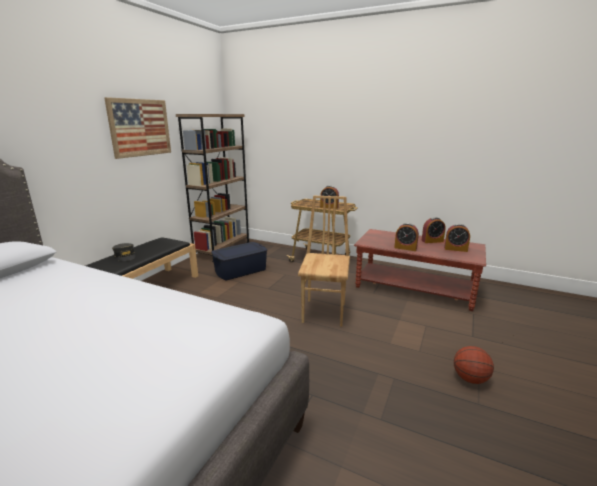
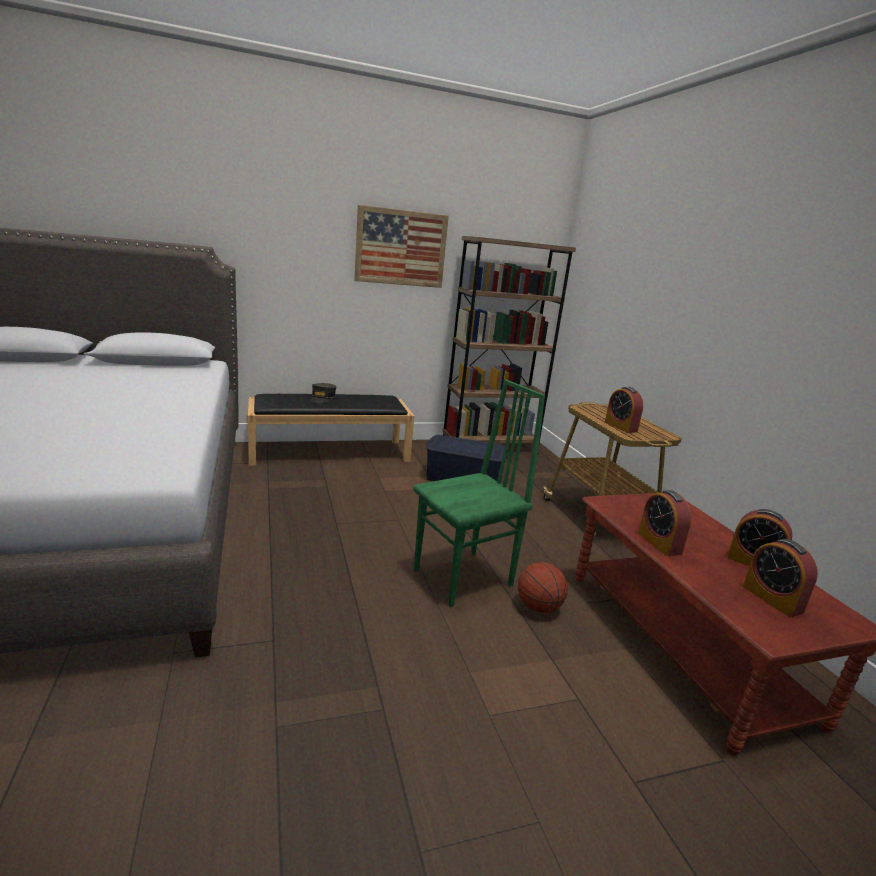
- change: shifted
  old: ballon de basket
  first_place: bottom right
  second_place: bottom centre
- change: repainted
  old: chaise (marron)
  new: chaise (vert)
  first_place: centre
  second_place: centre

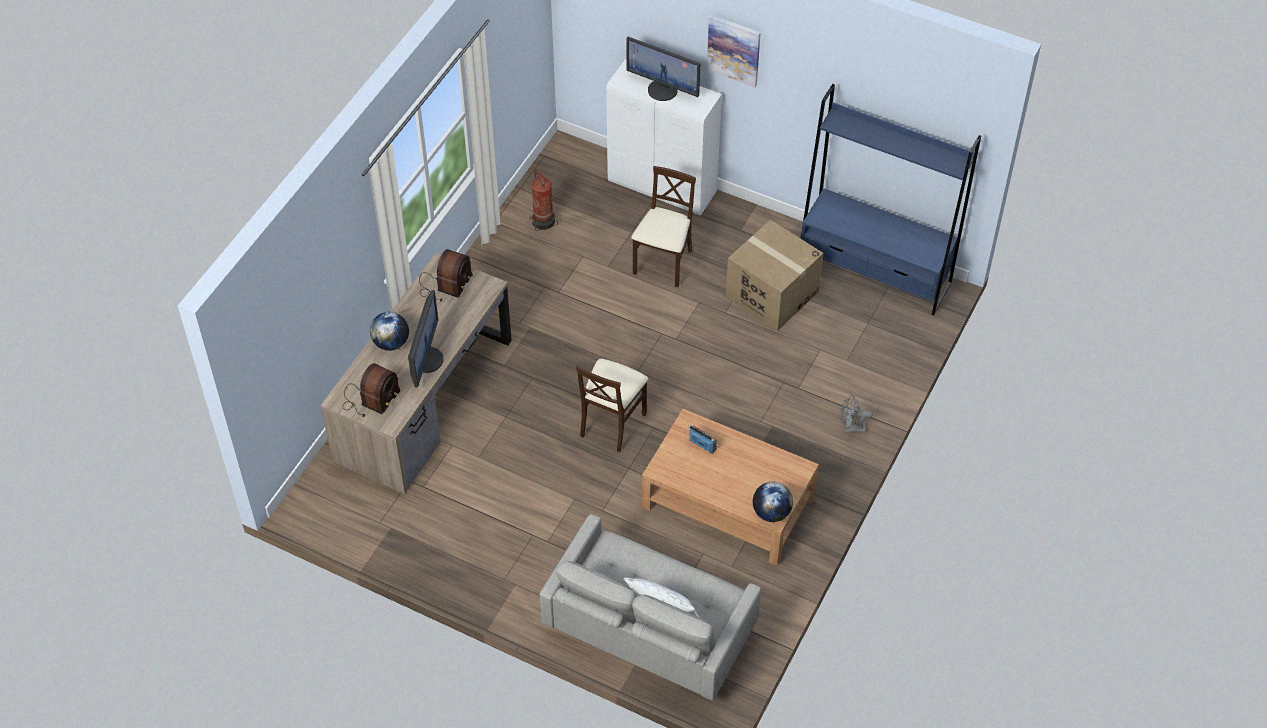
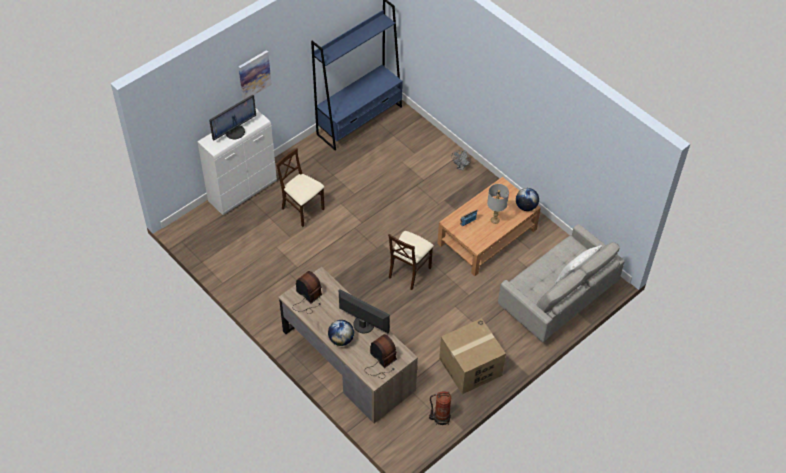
- change: new
  new: lampe de table (gris)
  second_place: centre
- change: shifted
  old: extincteur
  first_place: top centre
  second_place: bottom centre
- change: shifted
  old: carton
  first_place: centre
  second_place: bottom centre
- change: rotated
  old: chaise (beige) (no. 1 from left in the first image)
  first_place: centre
  second_place: centre
  degrees: 75

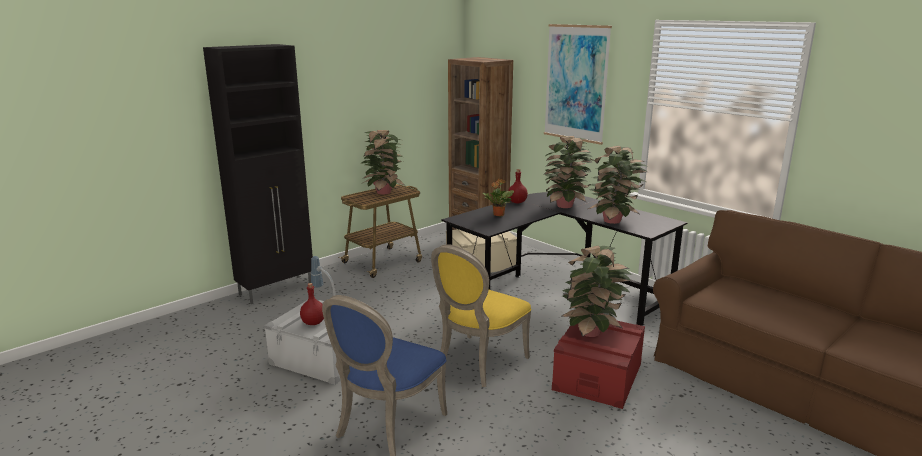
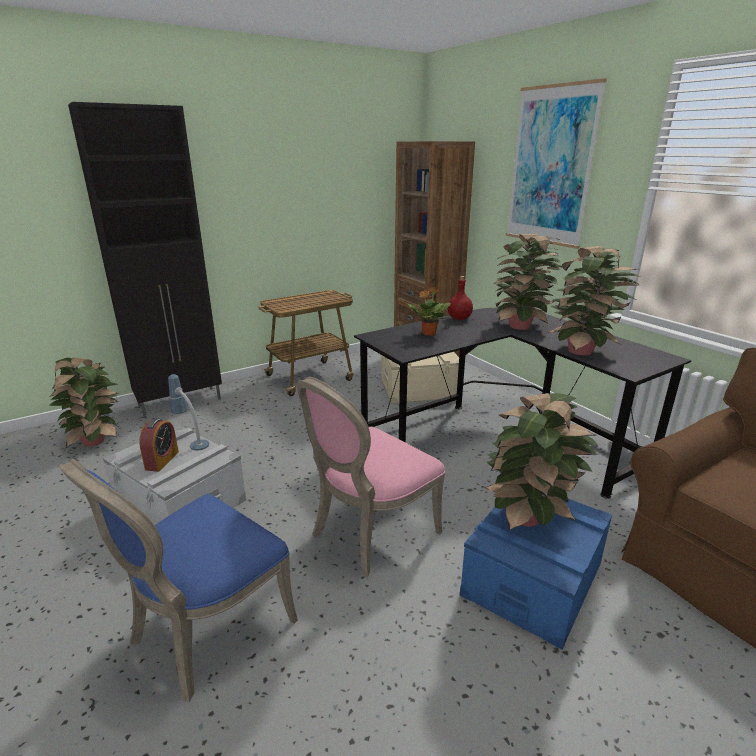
- change: shifted
  old: plante en pot (no. 1 from left)
  first_place: centre
  second_place: middle left
- change: swapped
  old: bouteille (rouge) (no. 1 from left)
  new: réveil
  first_place: bottom centre
  second_place: middle left
- change: repainted
  old: chaise (jaune)
  new: chaise (rose)
  first_place: bottom centre
  second_place: centre
- change: repainted
  old: boîte de rangement (rouge)
  new: boîte de rangement (bleu)
  first_place: bottom centre
  second_place: bottom right

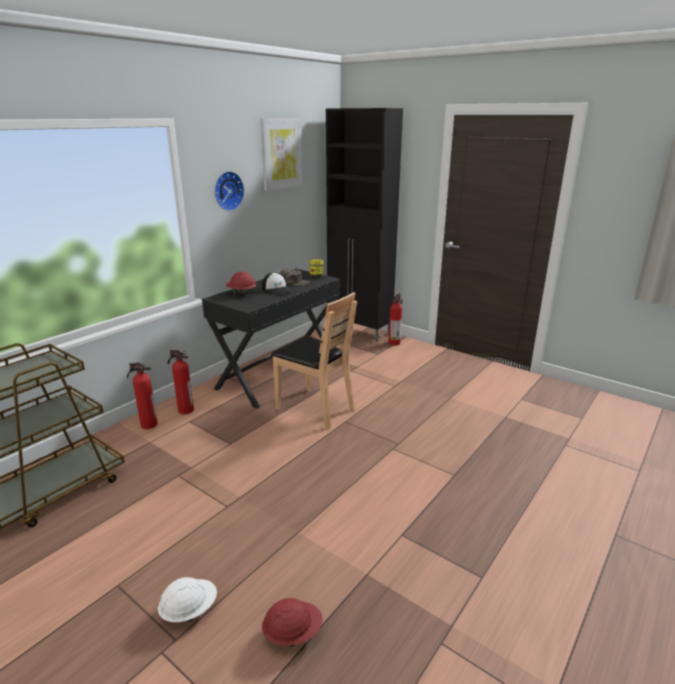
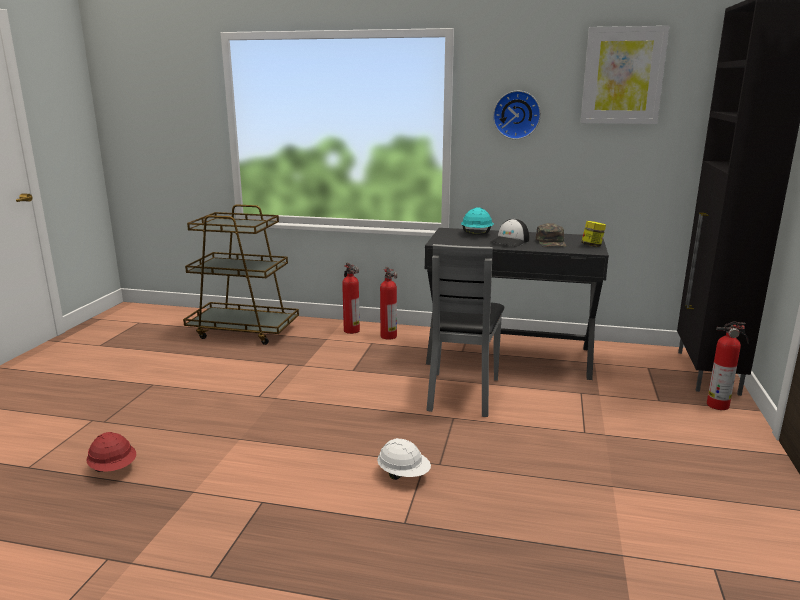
- change: shifted
  old: casque de chantier (blanc)
  first_place: bottom left
  second_place: bottom centre
- change: repainted
  old: casque de chantier (rouge) (no. 1 from left)
  new: casque de chantier (turquoise)
  first_place: centre
  second_place: centre
- change: repainted
  old: chaise (marron)
  new: chaise (gris)
  first_place: centre
  second_place: centre

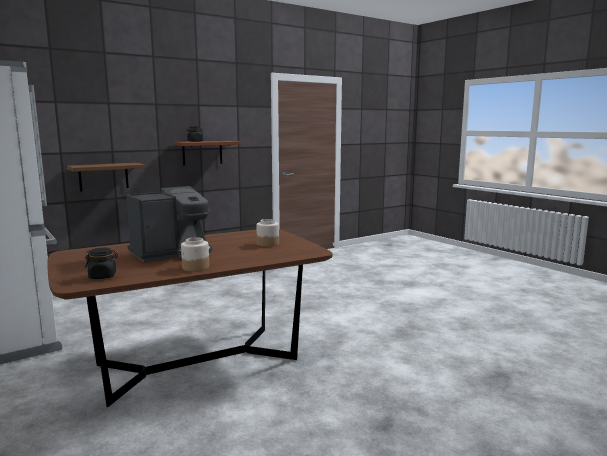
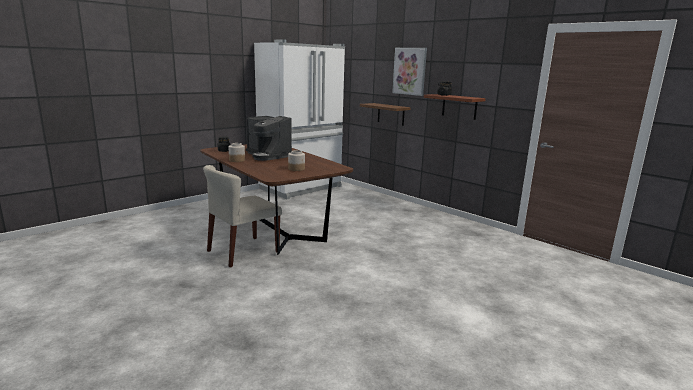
- change: new
  new: chaise (beige)
  second_place: centre
- change: new
  new: tableau
  second_place: top centre

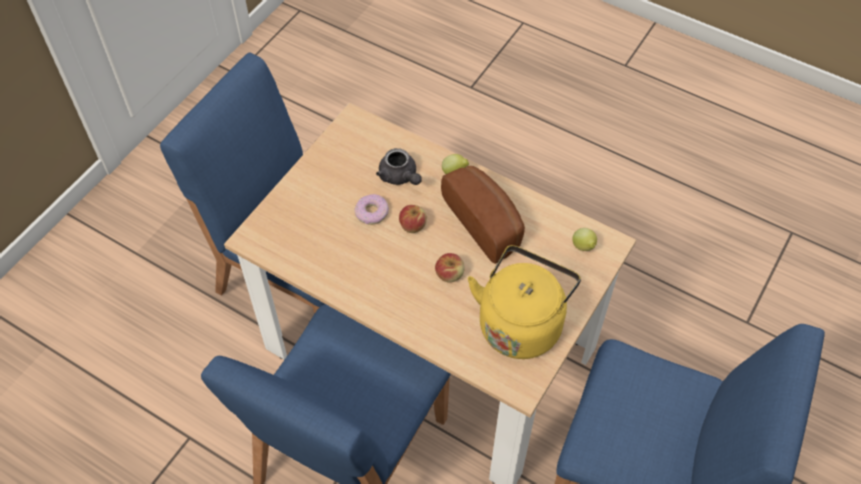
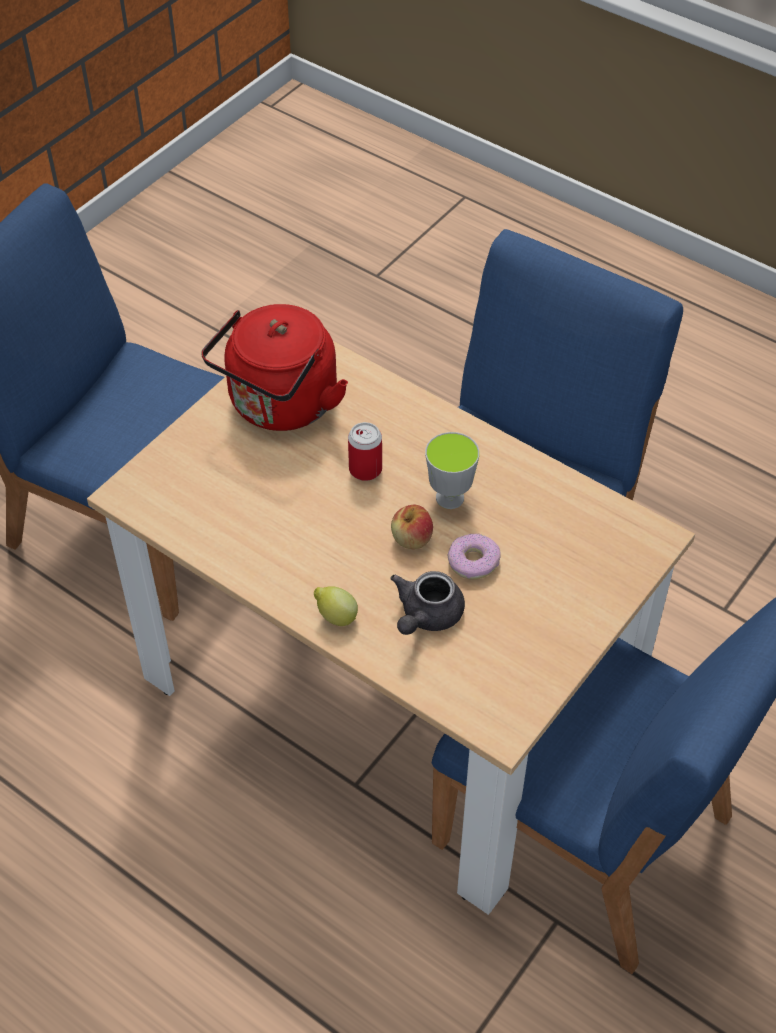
- change: gone
  old: pain
  first_place: centre
- change: gone
  old: citron (no. 2 from left)
  first_place: middle right
- change: new
  new: tasse
  second_place: centre
- change: swapped
  old: pomme (no. 2 from left)
  new: boîte métallique
  first_place: centre
  second_place: centre
- change: repainted
  old: bouilloire (jaune)
  new: bouilloire (rouge)
  first_place: centre
  second_place: centre
- change: rotated
  old: théière (gris)
  first_place: centre
  second_place: centre
  degrees: -120

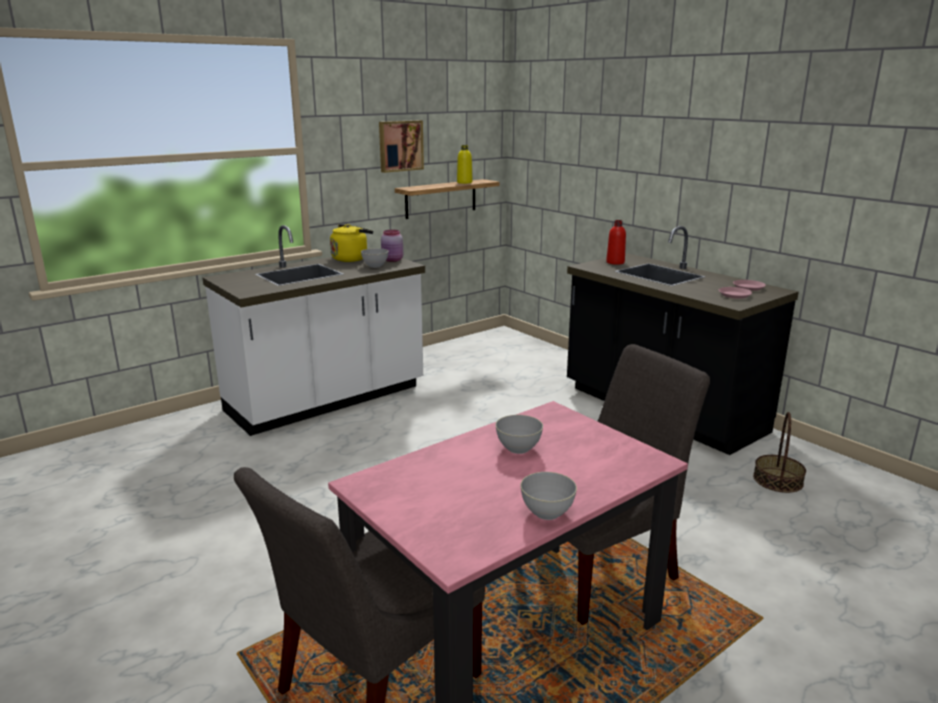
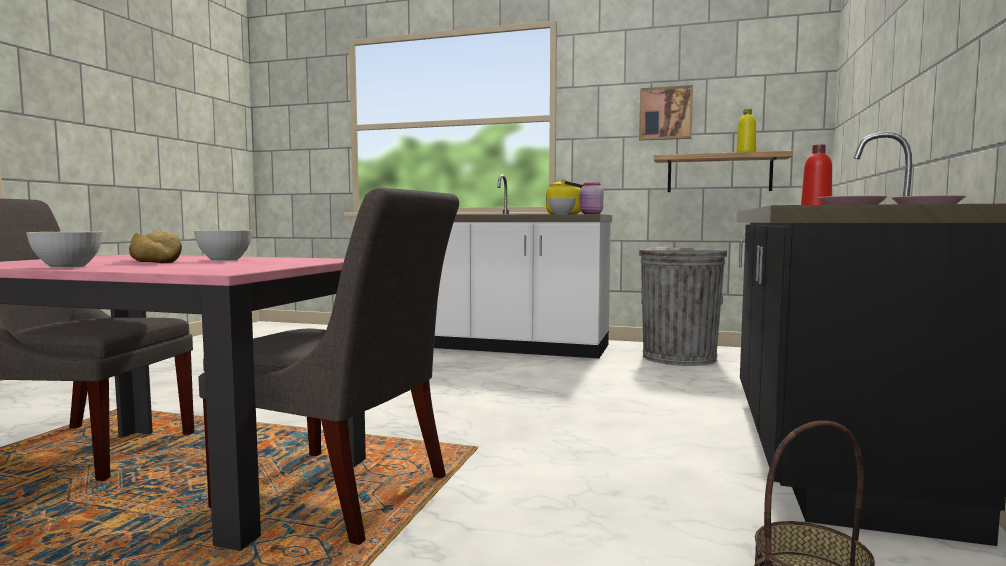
- change: new
  new: pain
  second_place: middle left
- change: new
  new: poubelle (gris)
  second_place: middle right

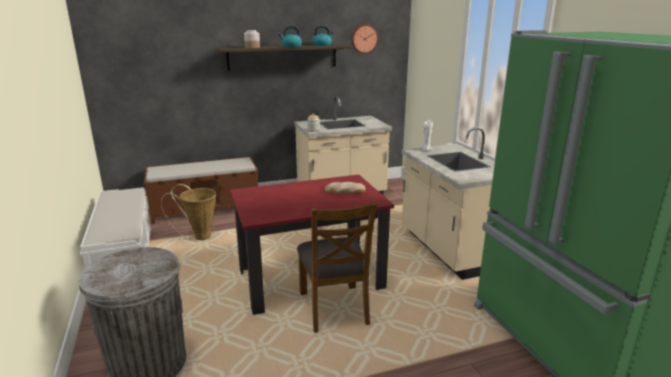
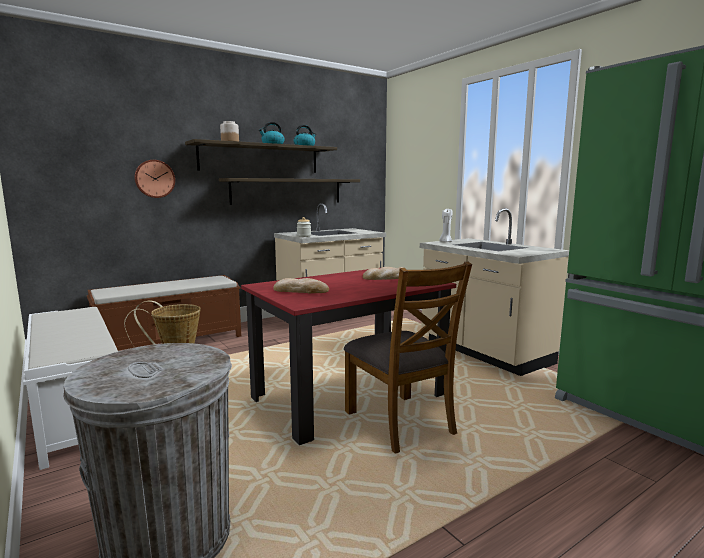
- change: new
  new: étagère (no. 2 from left)
  second_place: centre
- change: new
  new: pain (no. 1 from left)
  second_place: centre
- change: shifted
  old: horloge murale
  first_place: top centre
  second_place: top left

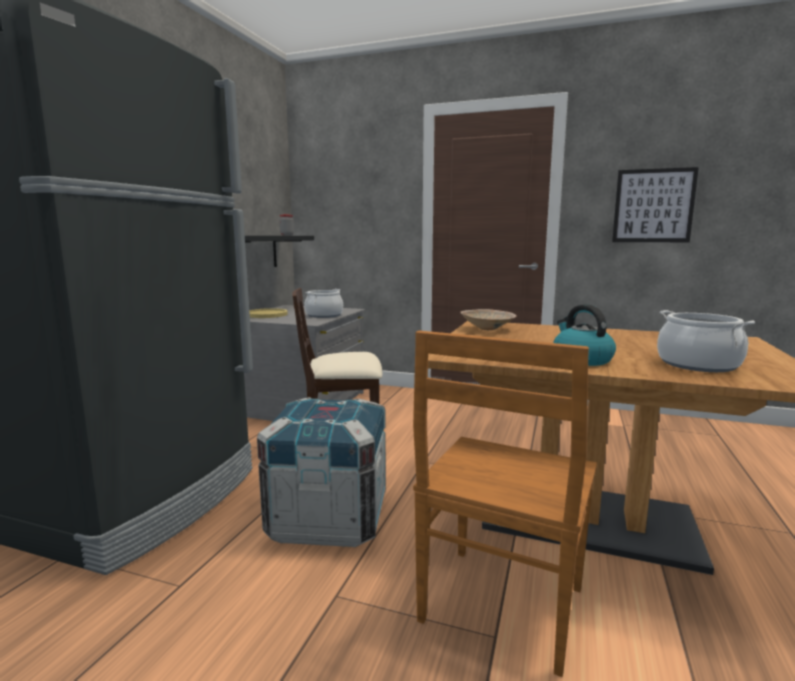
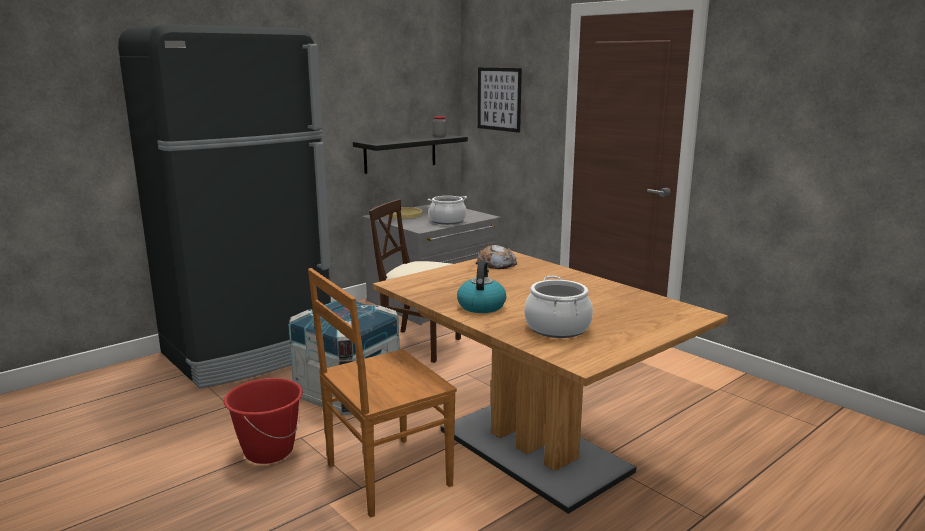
- change: new
  new: seau (rouge)
  second_place: bottom left
- change: shifted
  old: tableau
  first_place: top right
  second_place: top centre
- change: swapped
  old: bol (beige)
  new: pain
  first_place: centre
  second_place: centre

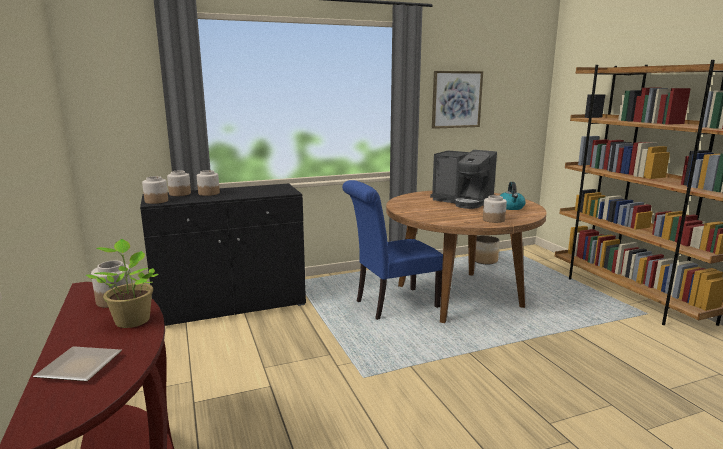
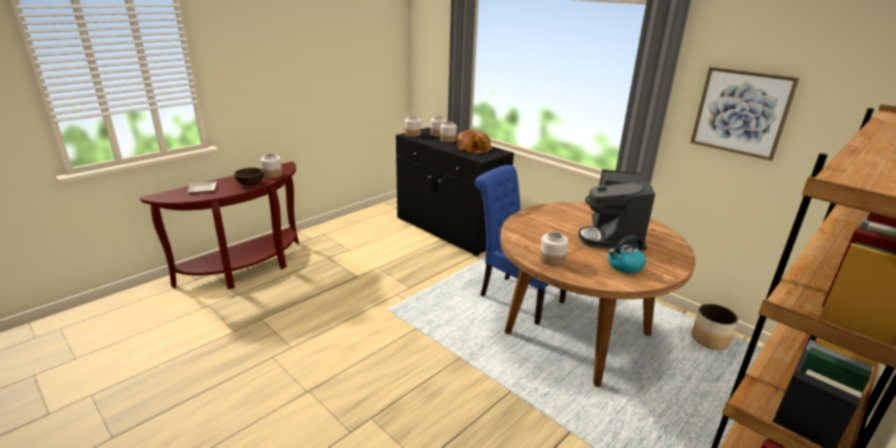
- change: new
  new: pain
  second_place: top centre
- change: swapped
  old: plante en pot
  new: bol (marron)
  first_place: middle left
  second_place: middle left

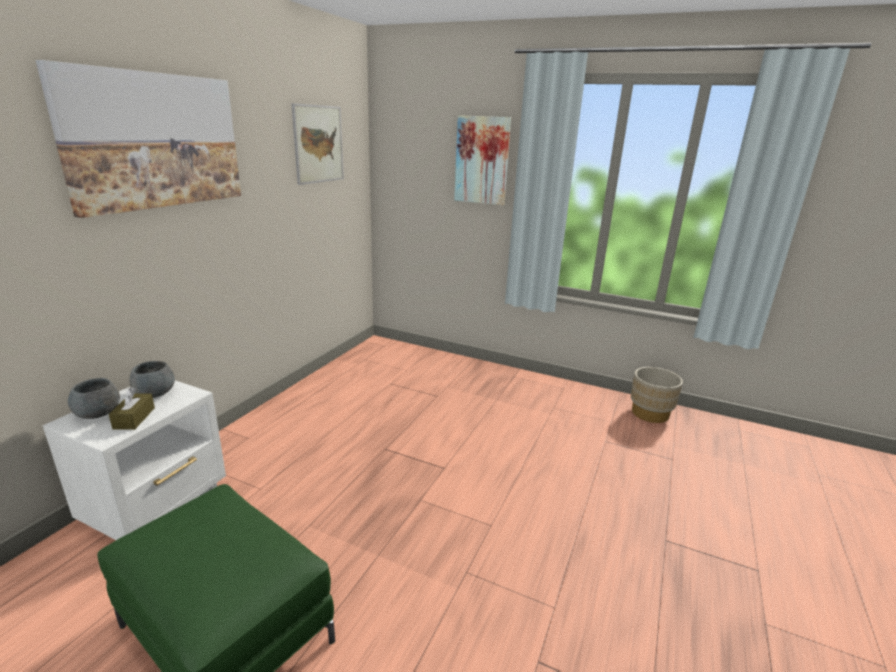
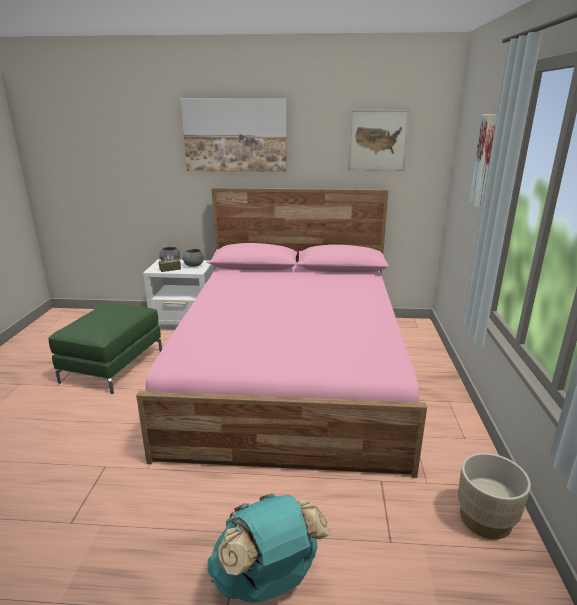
- change: new
  new: lit (rose)
  second_place: centre
- change: new
  new: sac à dos (turquoise)
  second_place: bottom centre

